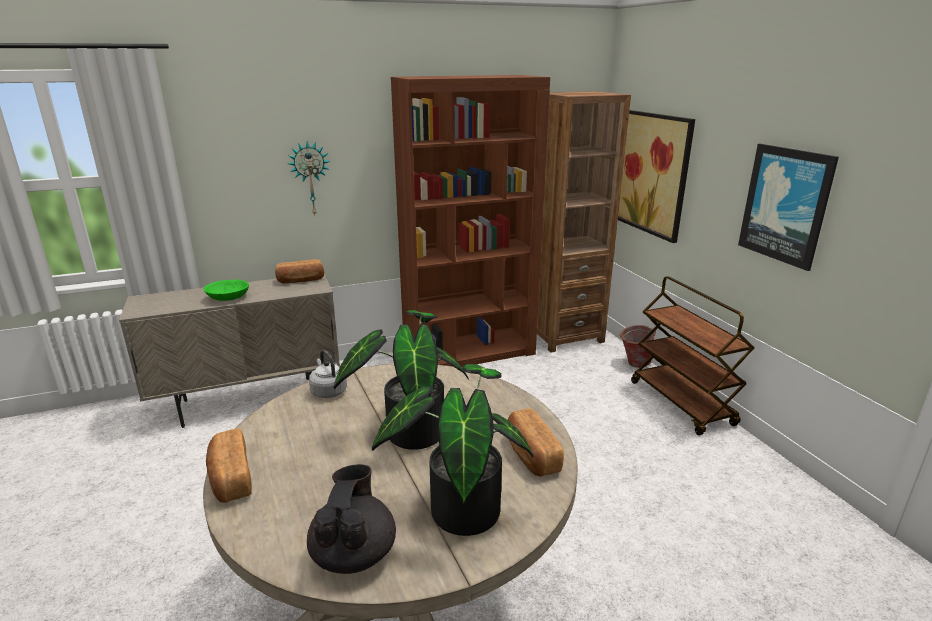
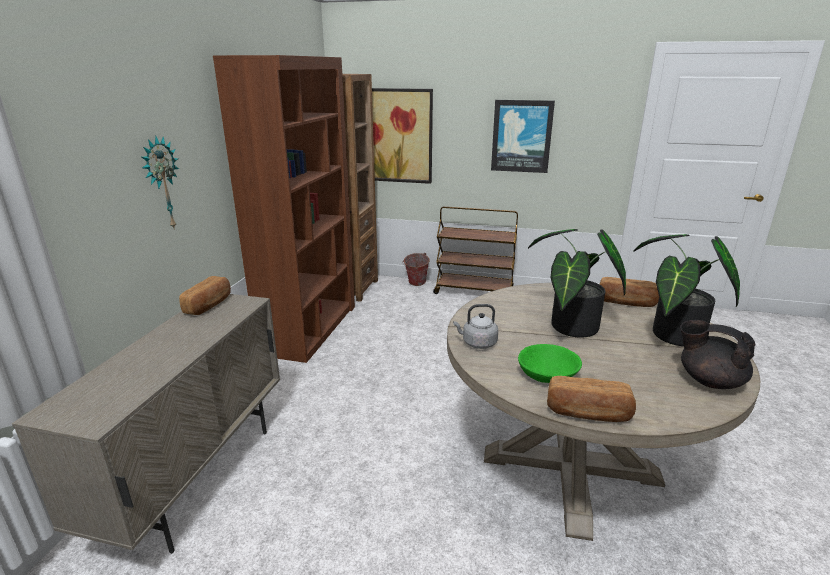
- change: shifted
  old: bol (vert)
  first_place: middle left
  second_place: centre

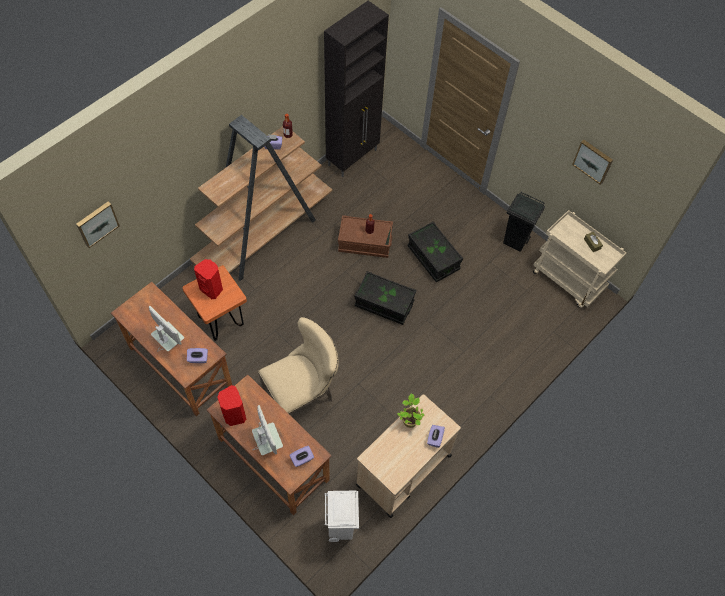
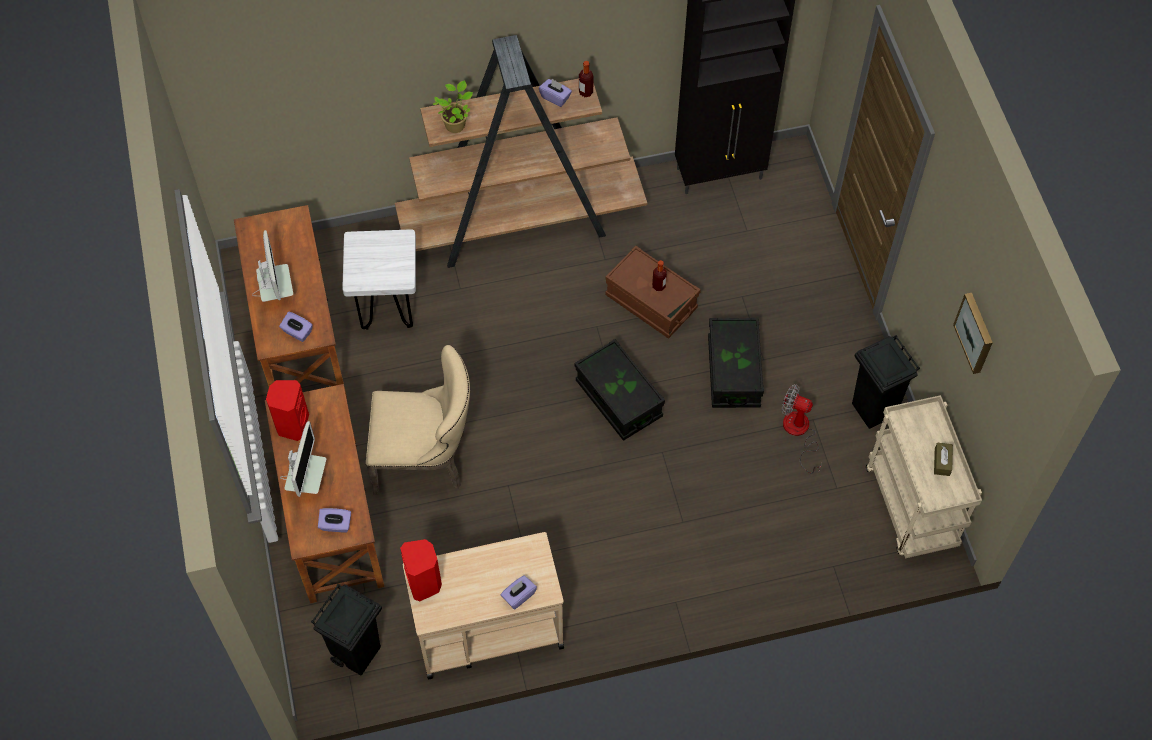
- change: gone
  old: tableau (no. 1 from left)
  first_place: middle left
- change: new
  new: ventilateur
  second_place: middle right
- change: shifted
  old: enceinte (rouge) (no. 1 from left in the first image)
  new: enceinte (rouge) (no. 2 from left)
  first_place: middle left
  second_place: bottom centre
- change: shifted
  old: plante en pot
  first_place: bottom centre
  second_place: top centre
- change: repainted
  old: tabouret (orange)
  new: tabouret (blanc)
  first_place: middle left
  second_place: middle left
- change: repainted
  old: poubelle (blanc)
  new: poubelle (noir) (no. 1 from left)
  first_place: bottom centre
  second_place: bottom left

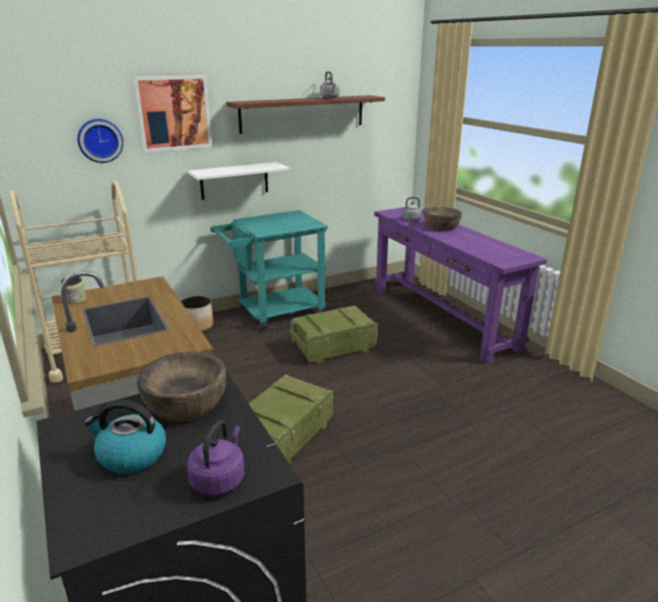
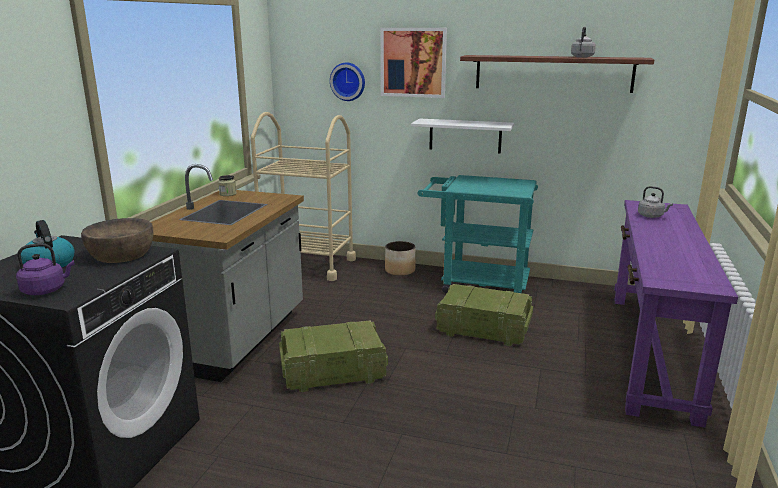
- change: gone
  old: bol (marron) (no. 2 from left)
  first_place: middle right

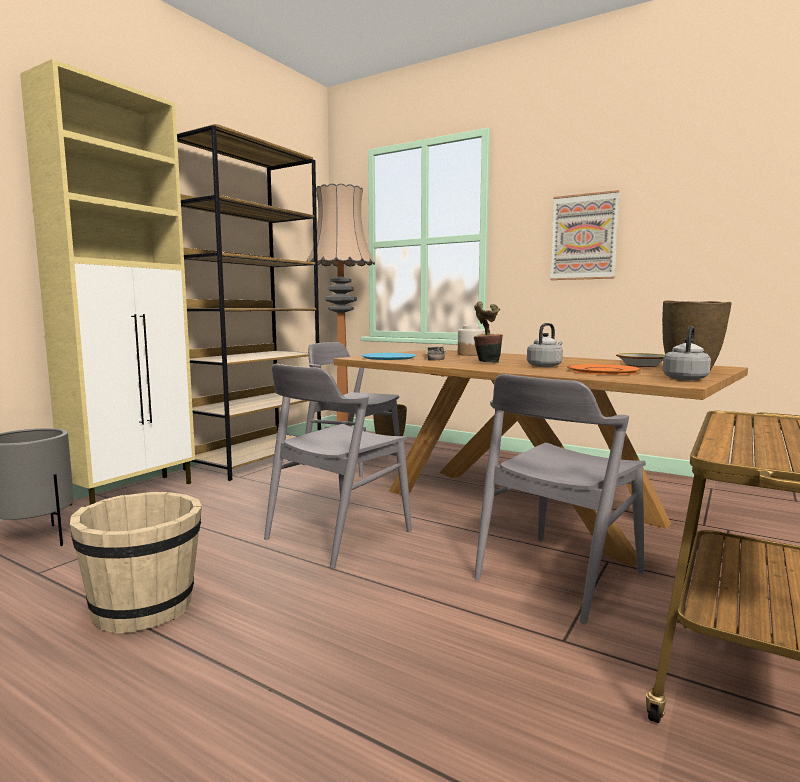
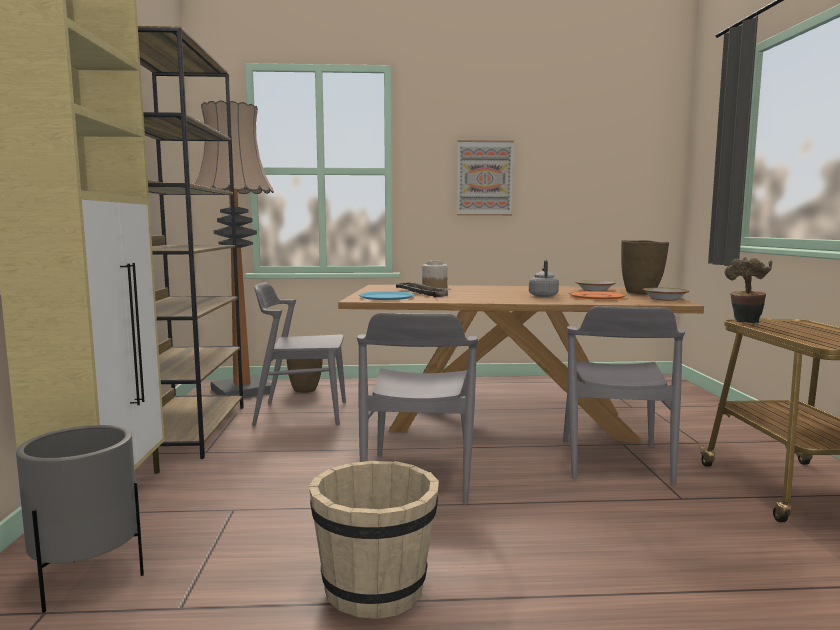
- change: shifted
  old: plante en pot
  first_place: centre
  second_place: middle right
- change: swapped
  old: bouilloire (gris) (no. 2 from left)
  new: bol (no. 2 from left)
  first_place: middle right
  second_place: middle right

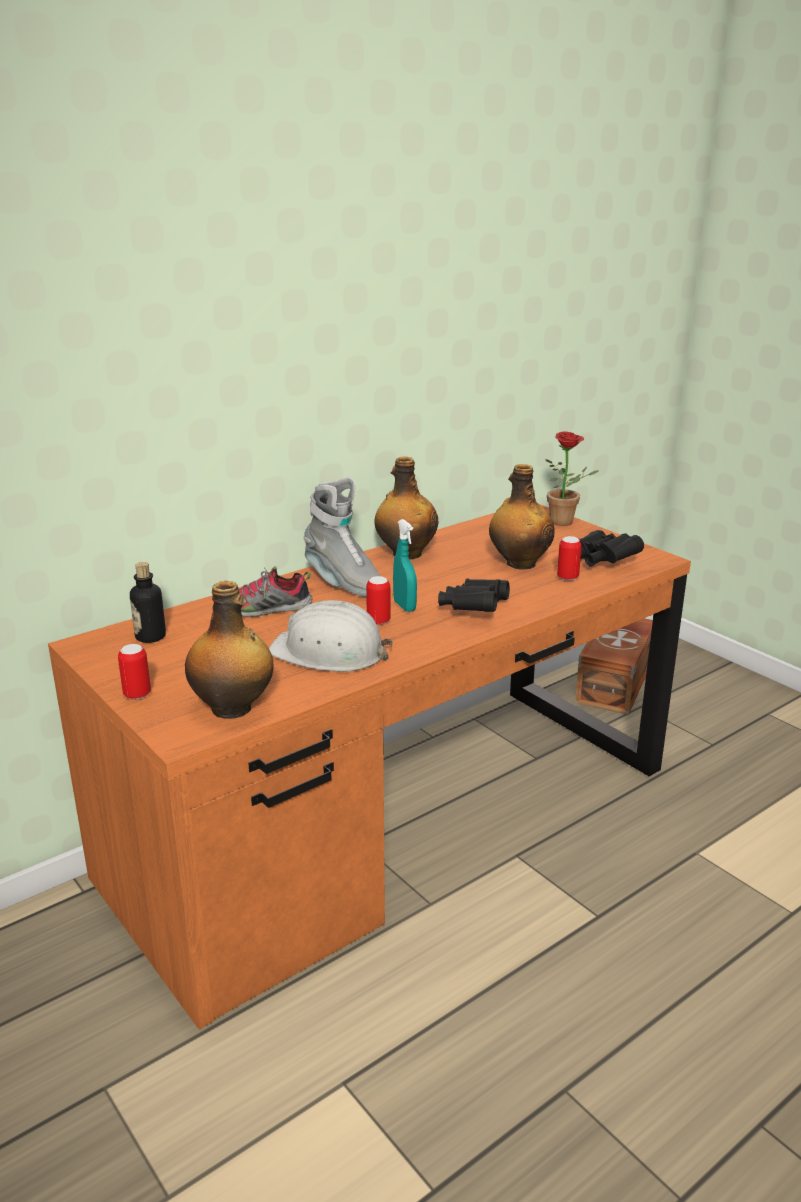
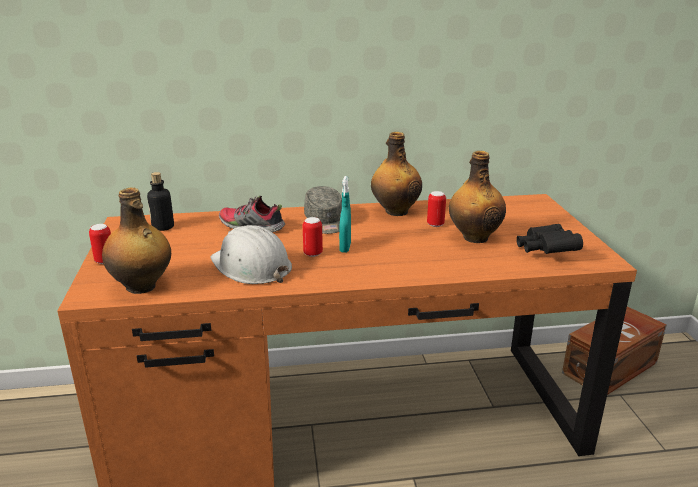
- change: gone
  old: jumelles (noir) (no. 1 from left)
  first_place: centre
- change: gone
  old: plante en pot
  first_place: middle right
- change: shifted
  old: boîte métallique (no. 3 from left)
  first_place: middle right
  second_place: centre
- change: swapped
  old: botte (gris)
  new: casquette (gris)
  first_place: centre
  second_place: centre

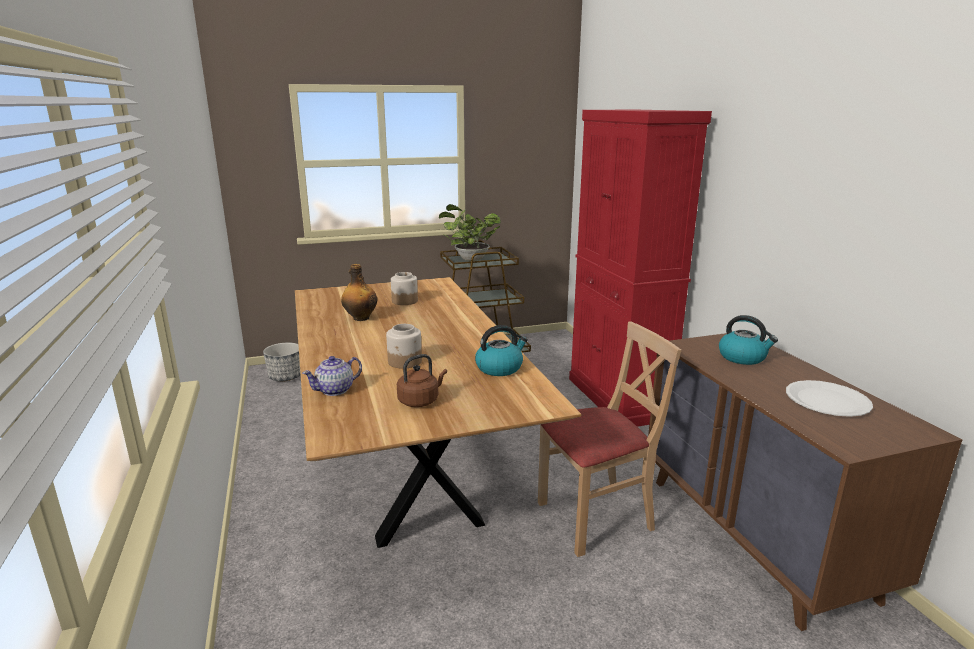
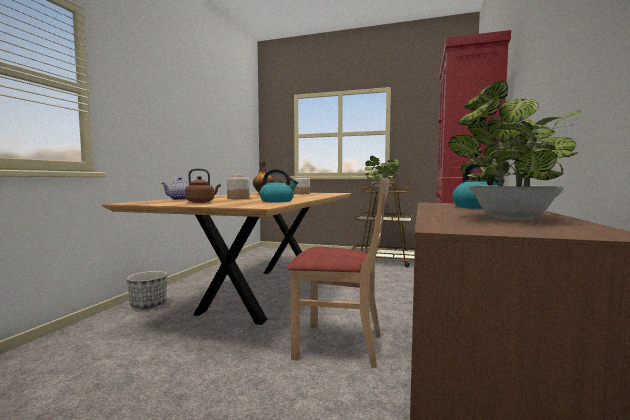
- change: shifted
  old: cache-pot
  first_place: middle left
  second_place: bottom left
- change: swapped
  old: assiette (blanc)
  new: plante en pot (no. 2 from left)
  first_place: middle right
  second_place: middle right

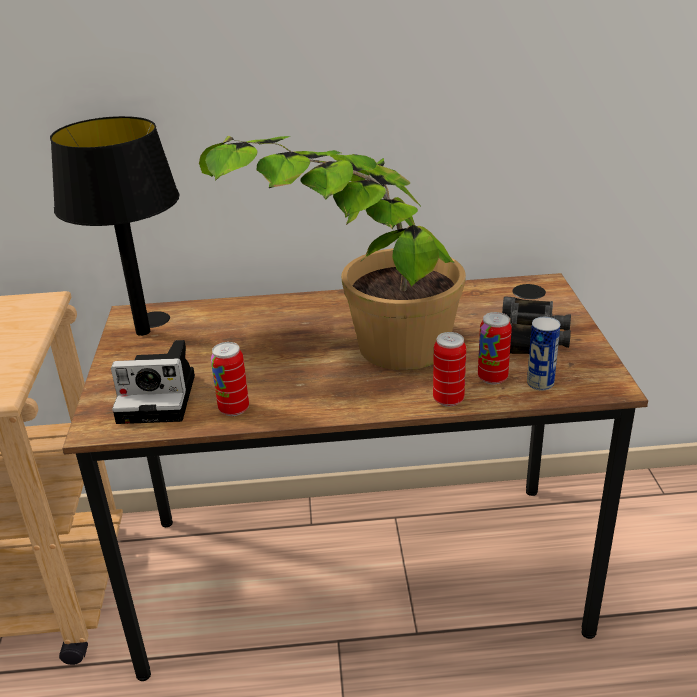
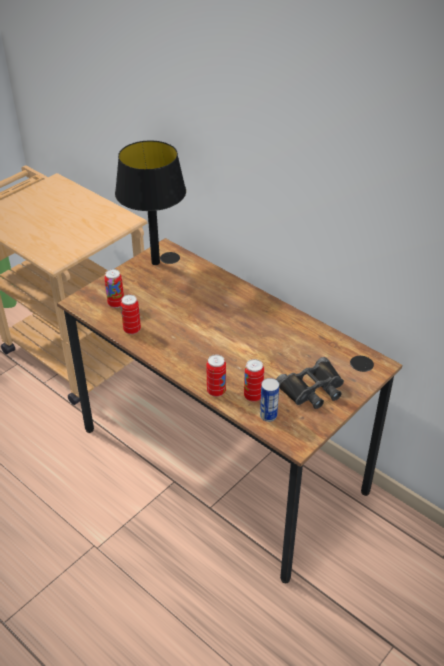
- change: gone
  old: plante en pot
  first_place: centre
- change: swapped
  old: appareil photo
  new: boîte métallique (no. 1 from left)
  first_place: middle left
  second_place: middle left

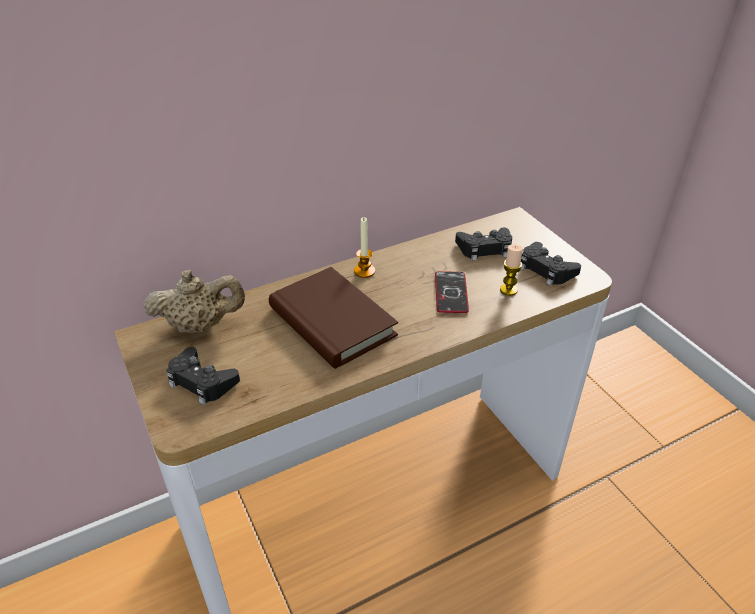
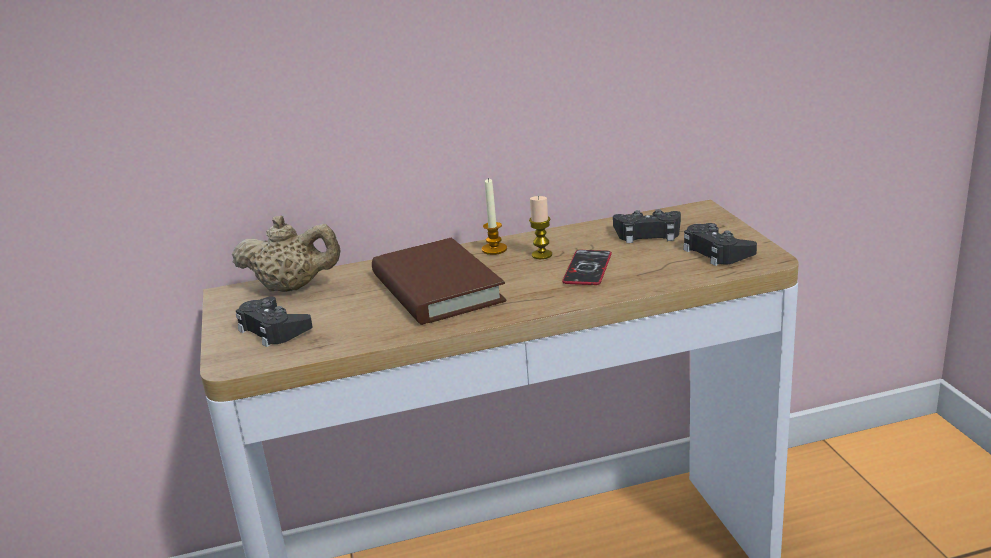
- change: shifted
  old: bougie (no. 2 from left)
  first_place: middle right
  second_place: centre

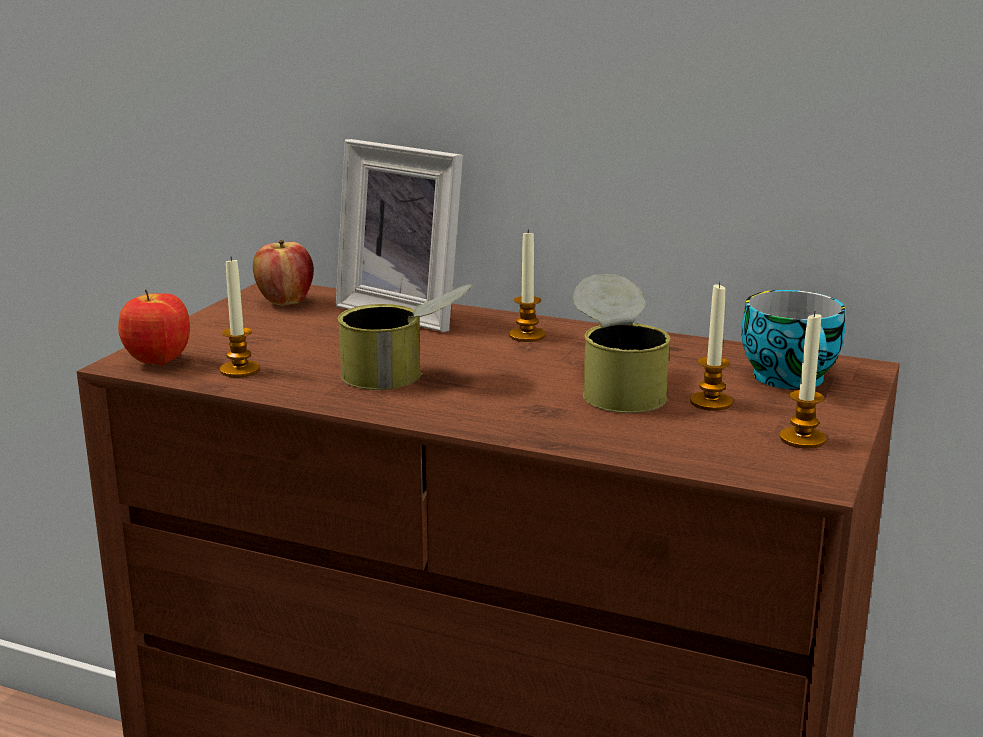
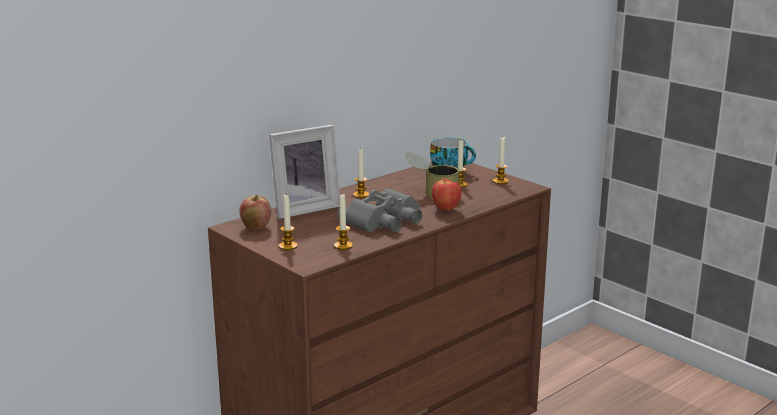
- change: new
  new: bougie (no. 1 from left)
  second_place: centre
- change: shifted
  old: pomme (no. 1 from left in the first image)
  new: pomme (no. 2 from left)
  first_place: middle left
  second_place: centre
- change: swapped
  old: boîte métallique (no. 1 from left)
  new: jumelles (gris)
  first_place: centre
  second_place: centre

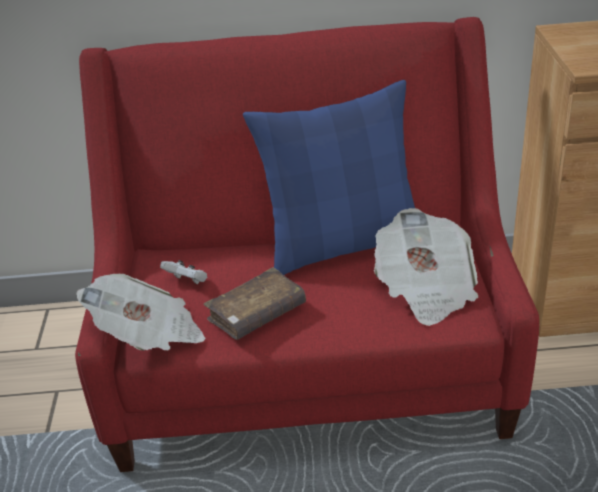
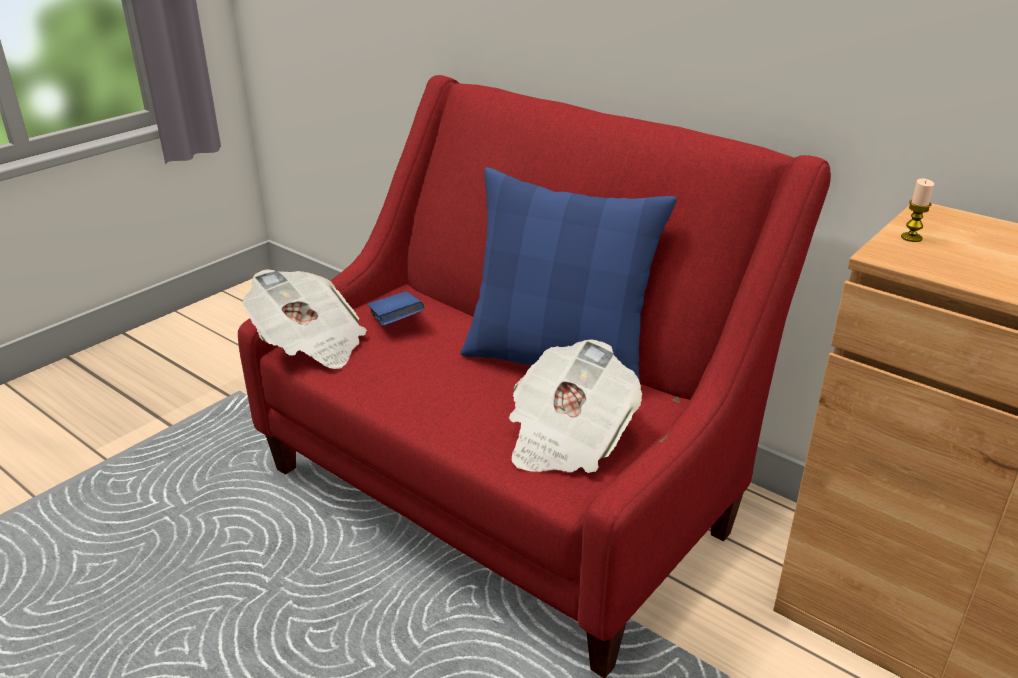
- change: gone
  old: livre (marron)
  first_place: centre
- change: new
  new: bougie
  second_place: top right
- change: swapped
  old: manette (blanc)
  new: livre (bleu)
  first_place: middle left
  second_place: centre

